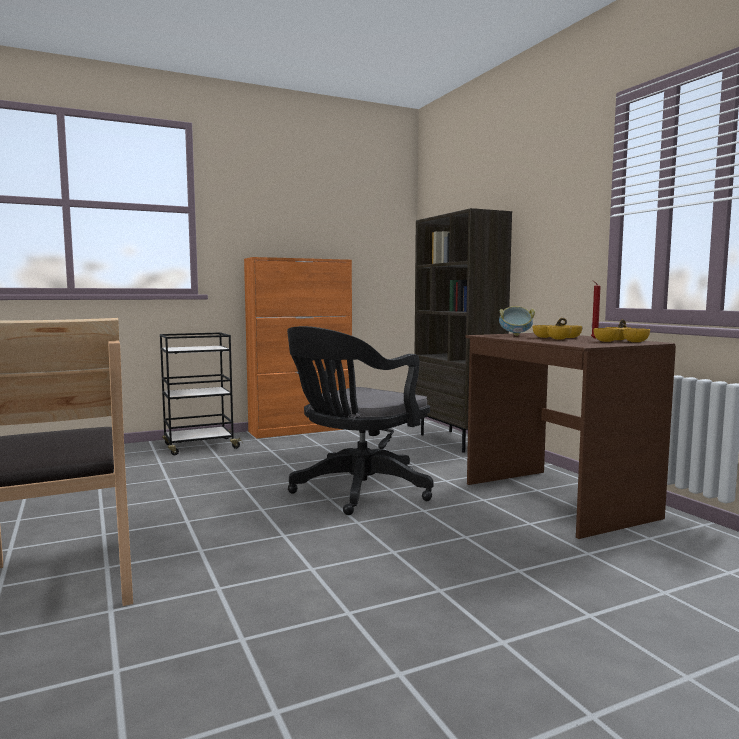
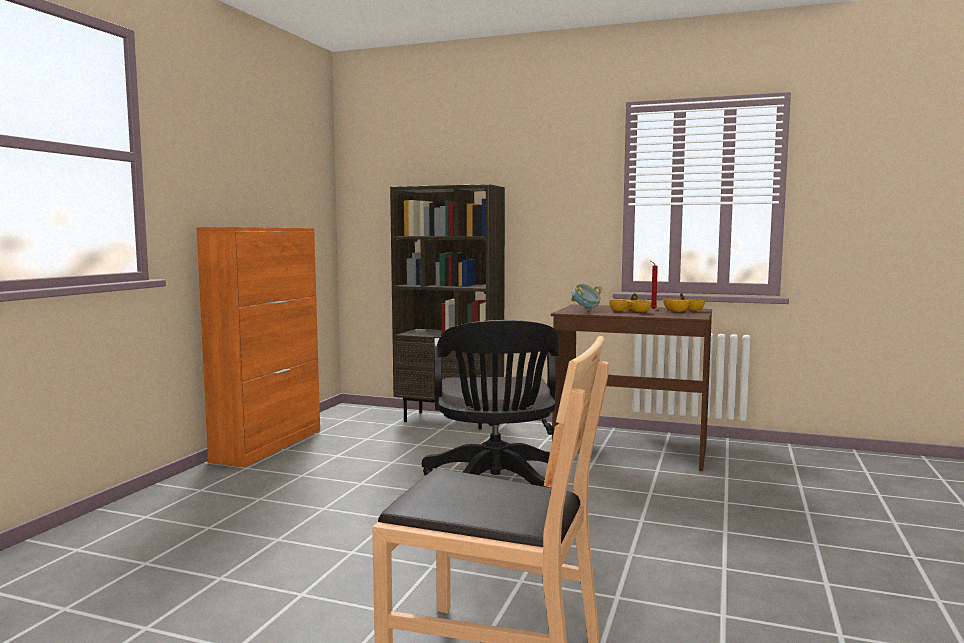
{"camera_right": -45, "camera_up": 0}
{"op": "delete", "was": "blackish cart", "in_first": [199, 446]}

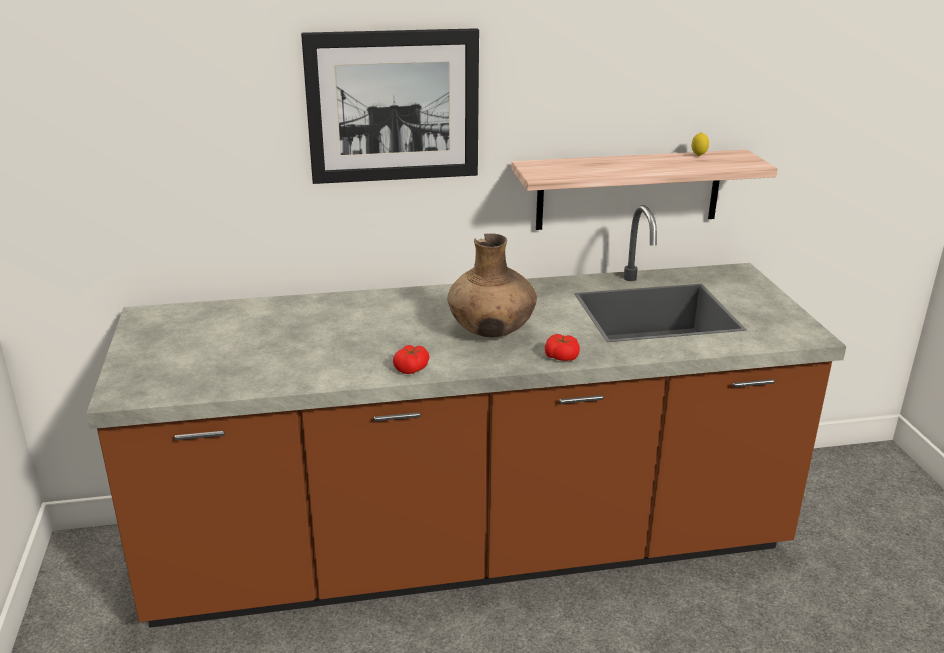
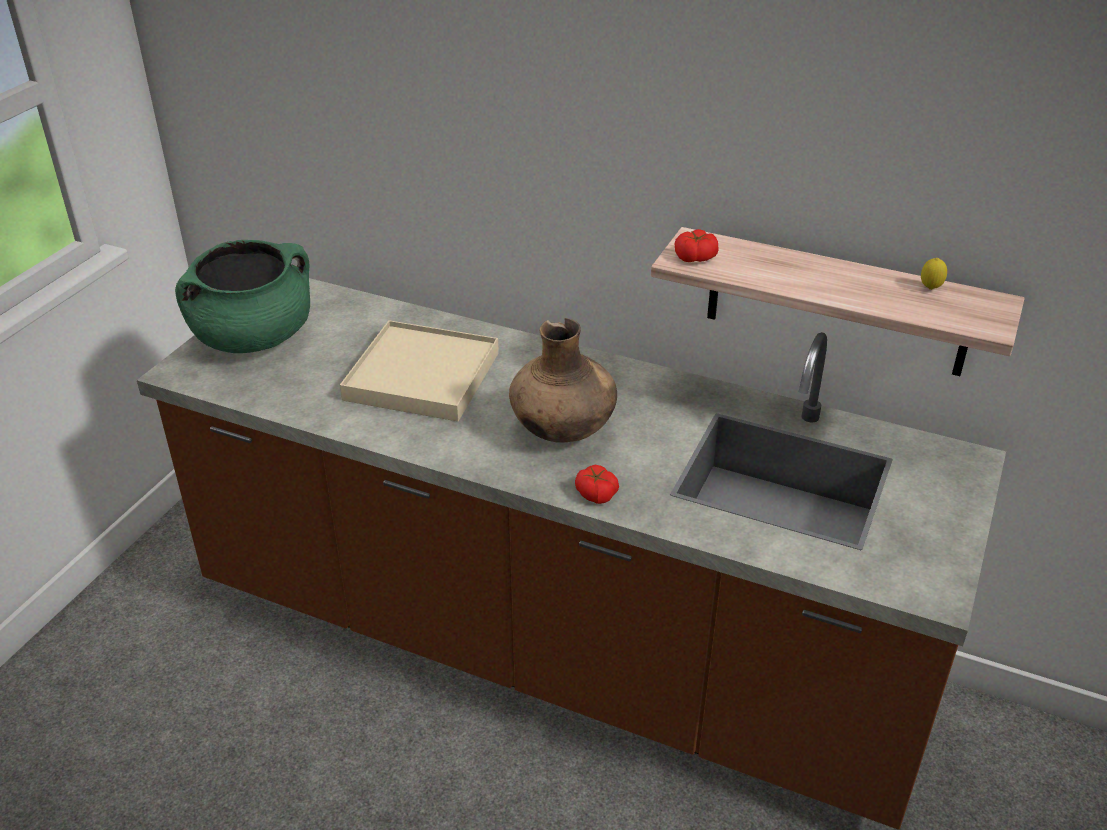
{"camera_right": 35, "camera_up": 10}
{"op": "delete", "was": "wall art", "in_first": [393, 106]}
{"op": "move", "was": "fresh tomato", "in_first": [411, 368], "in_second": [695, 257]}
{"op": "insert", "now": "green saucepot", "in_second": [254, 337]}
{"op": "insert", "now": "sand-coloured carrying tray", "in_second": [423, 376]}

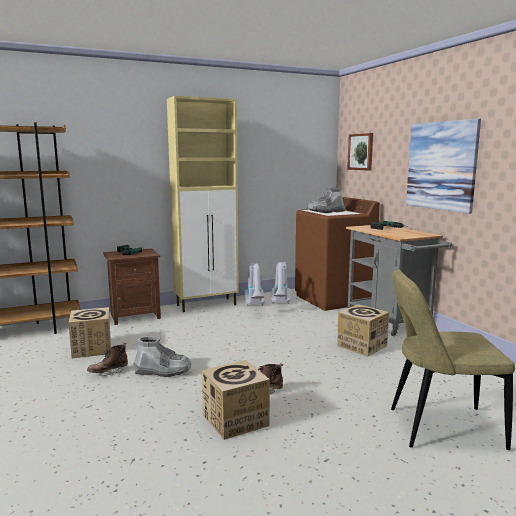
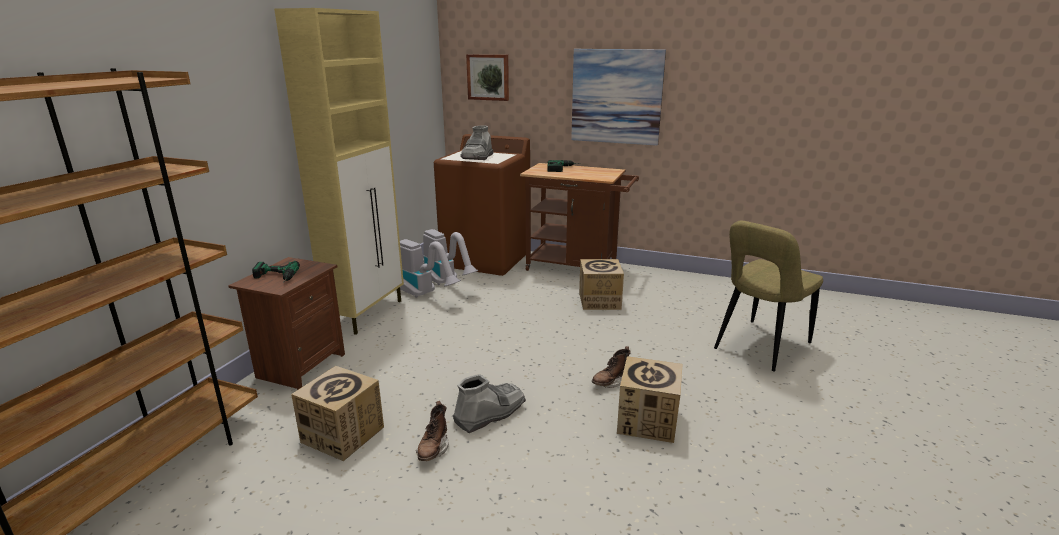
{"camera_right": -45, "camera_up": 10}
{"op": "recolor", "was": "gray cart", "now": "brown cart", "in_first": [390, 322], "in_second": [577, 268]}

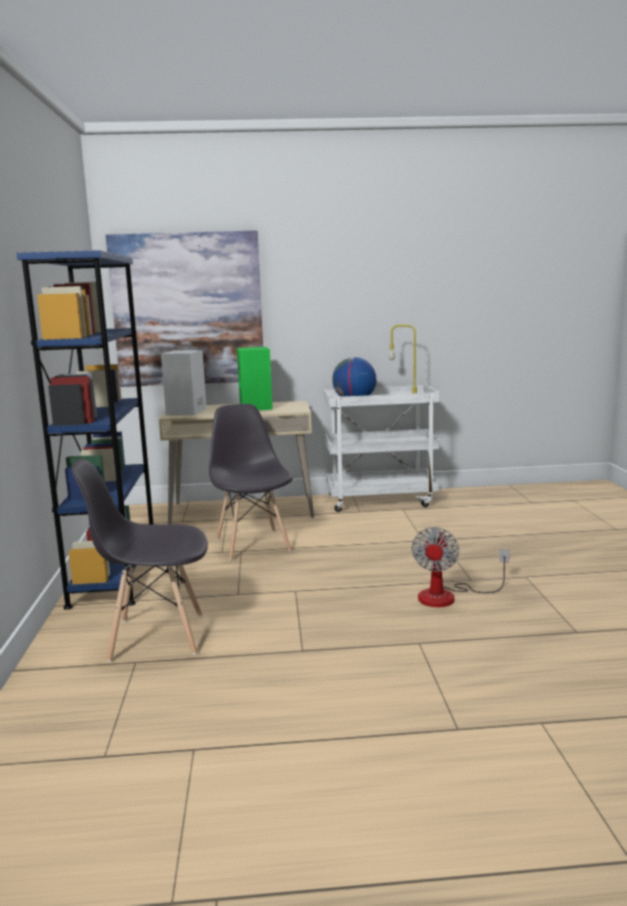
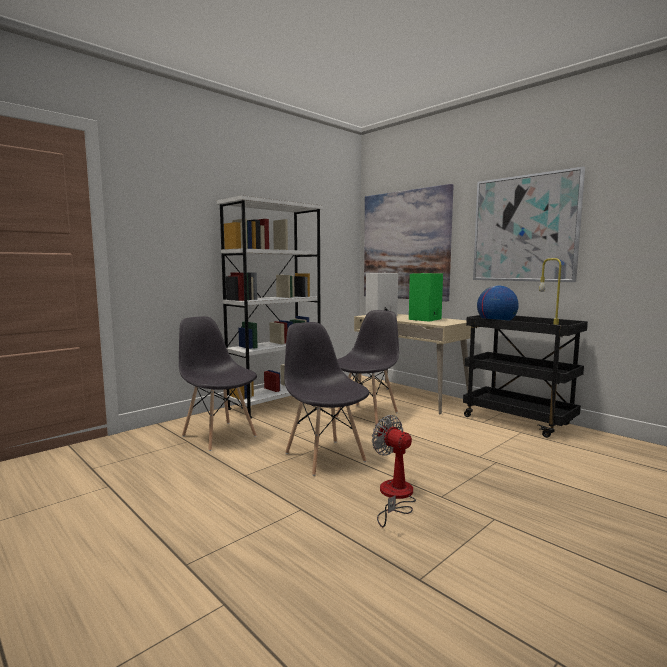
{"camera_right": 50, "camera_up": -5}
{"op": "recolor", "was": "bluish shelving unit", "now": "white shelving unit", "in_first": [115, 575], "in_second": [275, 403]}
{"op": "recolor", "was": "white cart", "now": "blackish cart", "in_first": [381, 500], "in_second": [519, 421]}
{"op": "rotate", "was": "fan", "in_first": [448, 596], "in_second": [395, 496], "clockwise": 75}
{"op": "insert", "now": "gray upright chair", "in_second": [324, 456]}
{"op": "insert", "now": "wall art", "in_second": [524, 229]}

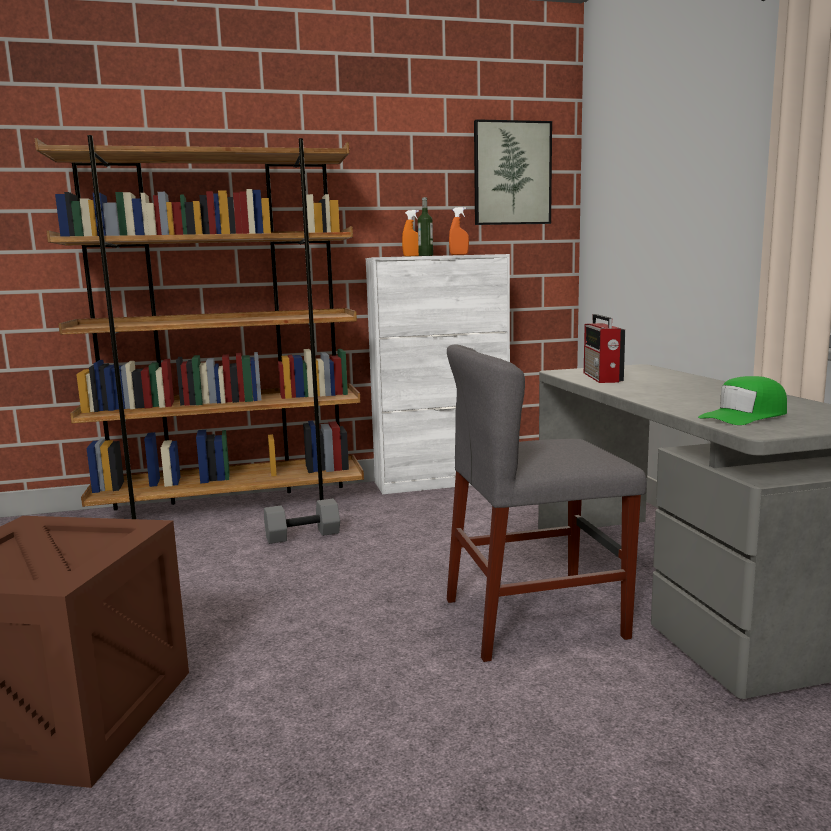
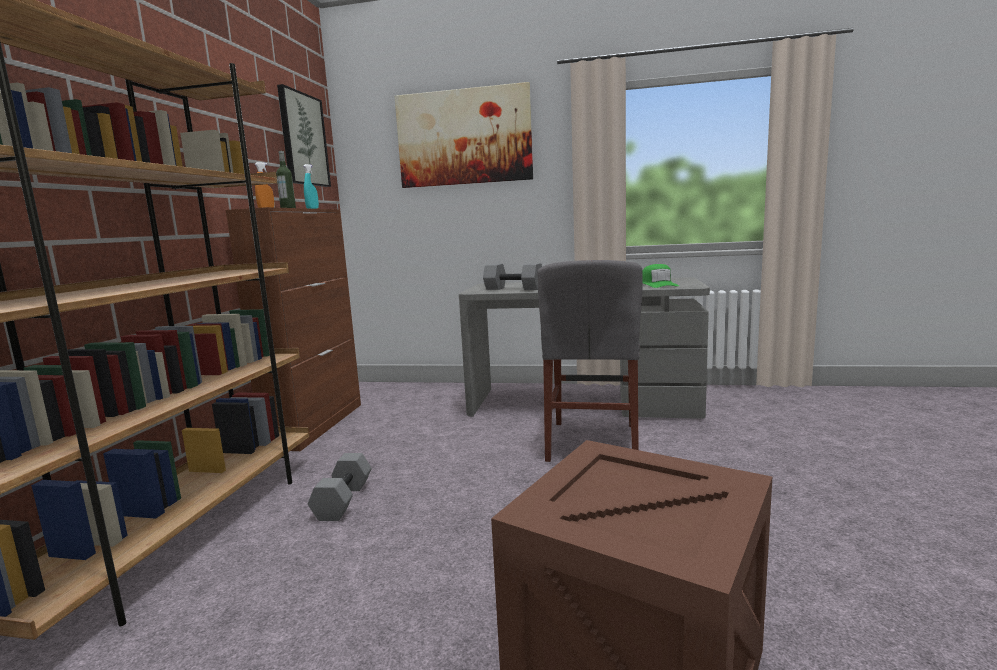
{"camera_right": -65, "camera_up": 0}
{"op": "recolor", "was": "white cabinet", "now": "brown cabinet", "in_first": [442, 482], "in_second": [316, 425]}
{"op": "recolor", "was": "orange hand sprayer", "now": "turquoise hand sprayer", "in_first": [459, 254], "in_second": [312, 208]}
{"op": "replace", "was": "radio", "now": "gray dumbbell", "in_first": [602, 377], "in_second": [514, 289]}
{"op": "insert", "now": "wall art", "in_second": [464, 137]}

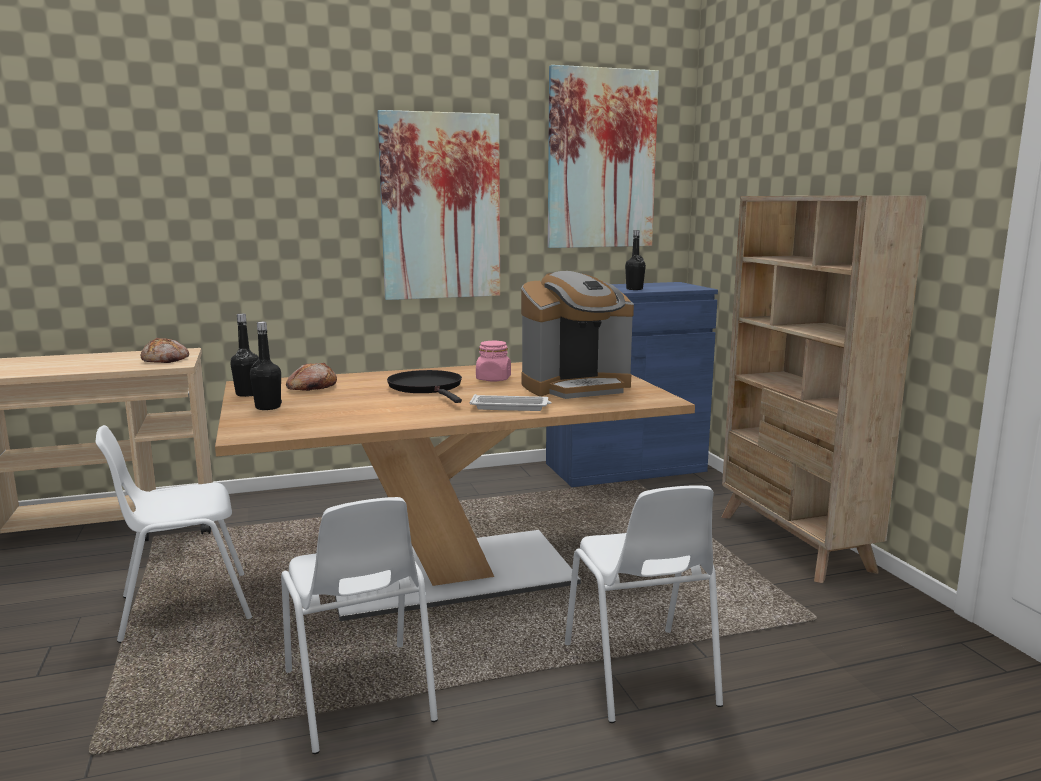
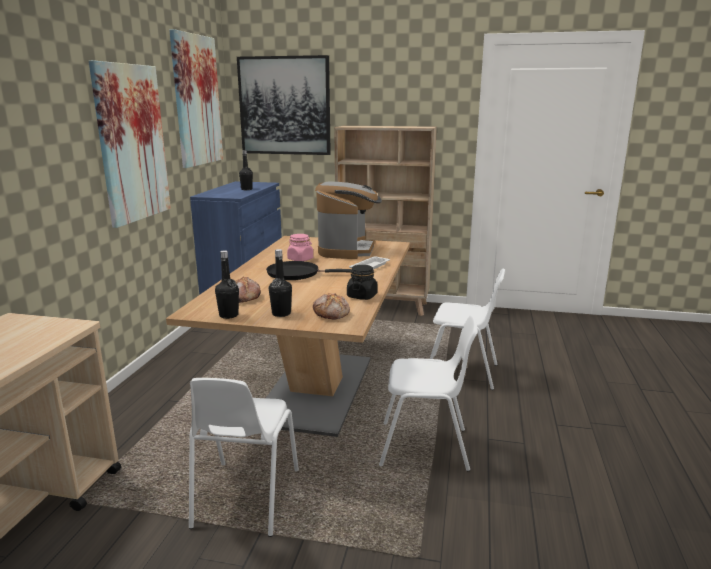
{"camera_right": -60, "camera_up": 5}
{"op": "move", "was": "baked bread", "in_first": [166, 360], "in_second": [332, 313]}
{"op": "insert", "now": "wall art", "in_second": [284, 106]}
{"op": "insert", "now": "blackish storage jar", "in_second": [362, 296]}

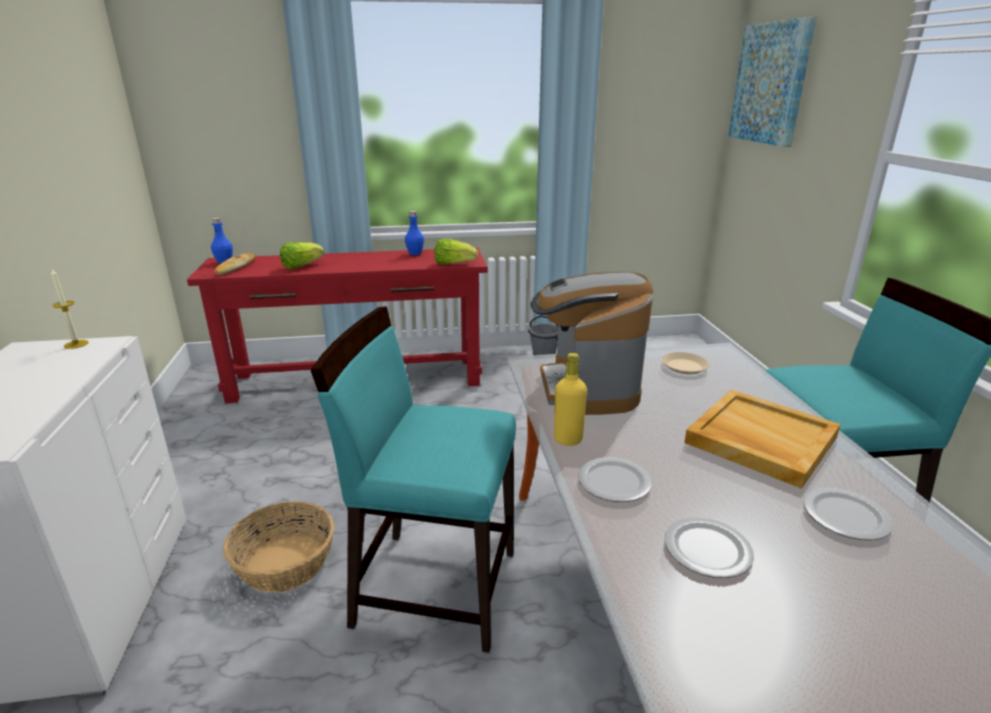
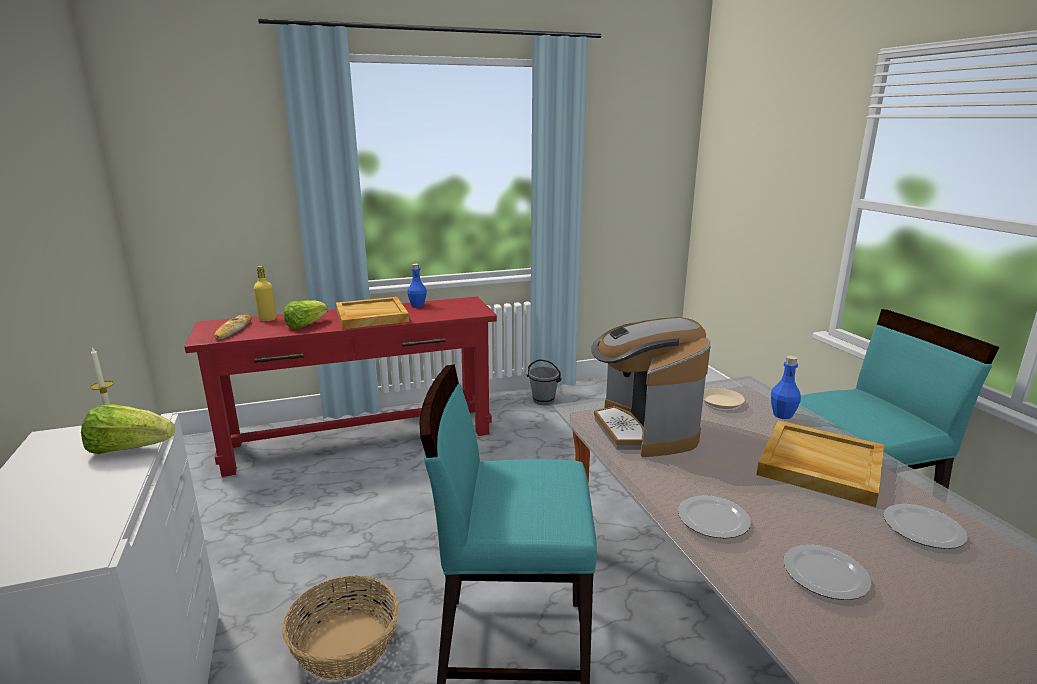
{"camera_right": -10, "camera_up": -5}
{"op": "move", "was": "bluish drink bottle", "in_first": [224, 262], "in_second": [782, 415]}
{"op": "move", "was": "lettuce", "in_first": [453, 264], "in_second": [129, 449]}
{"op": "move", "was": "yellow drink bottle", "in_first": [568, 440], "in_second": [267, 319]}
{"op": "delete", "was": "wall art", "in_first": [770, 83]}
{"op": "insert", "now": "sand-coloured carrying tray", "in_second": [371, 316]}

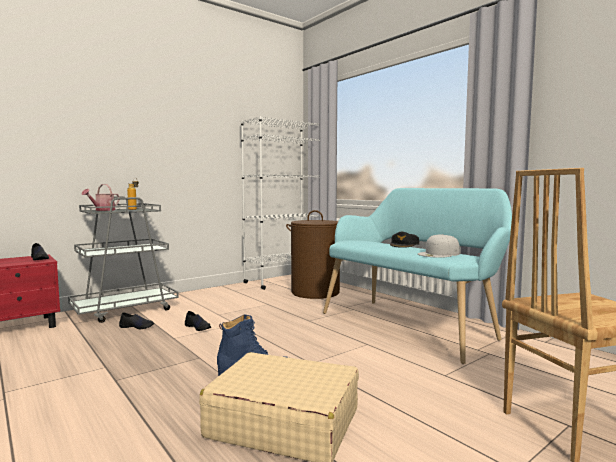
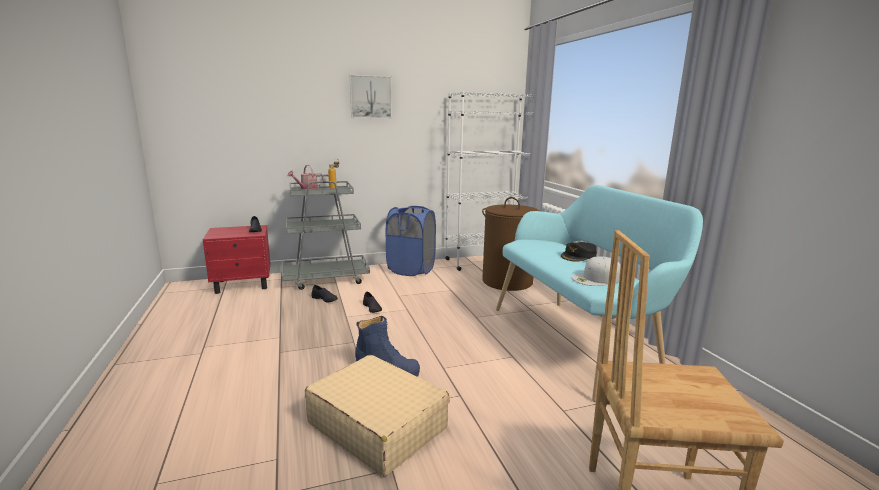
{"camera_right": 20, "camera_up": 10}
{"op": "insert", "now": "wall art", "in_second": [370, 97]}
{"op": "insert", "now": "bluish washing basket", "in_second": [411, 270]}

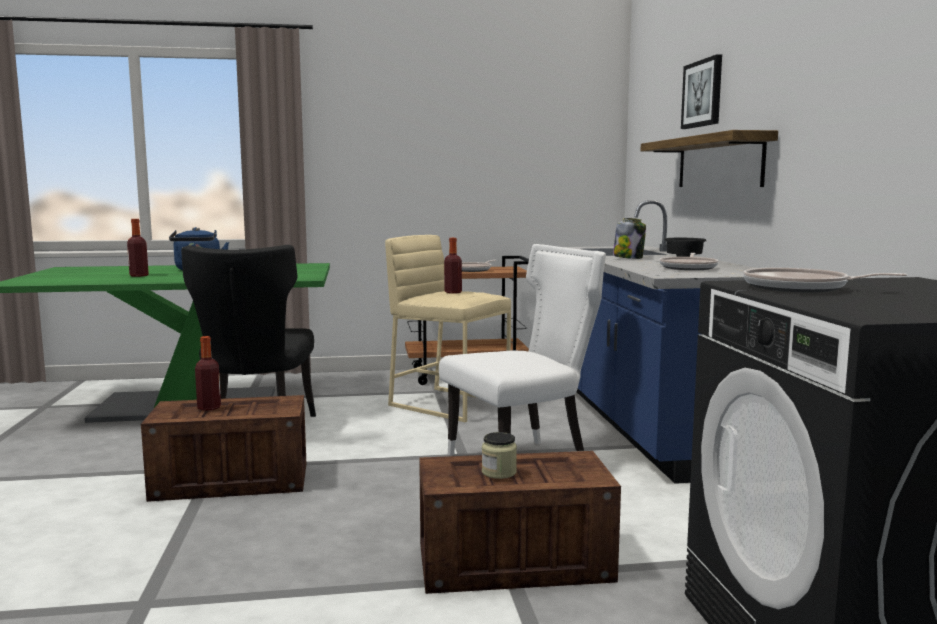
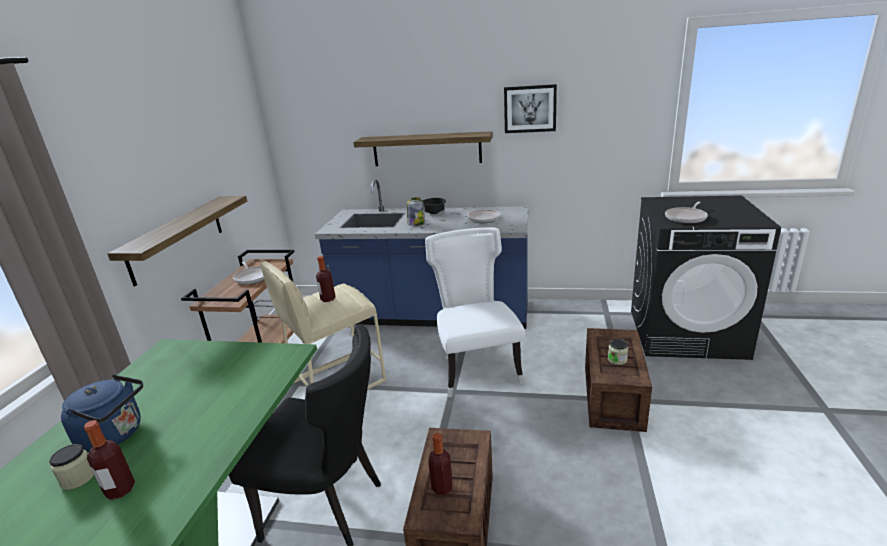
{"camera_right": -70, "camera_up": 15}
{"op": "move", "was": "wall art", "in_first": [703, 93], "in_second": [530, 109]}
{"op": "insert", "now": "storage jar", "in_second": [78, 478]}
{"op": "insert", "now": "bracket shelf", "in_second": [177, 238]}

